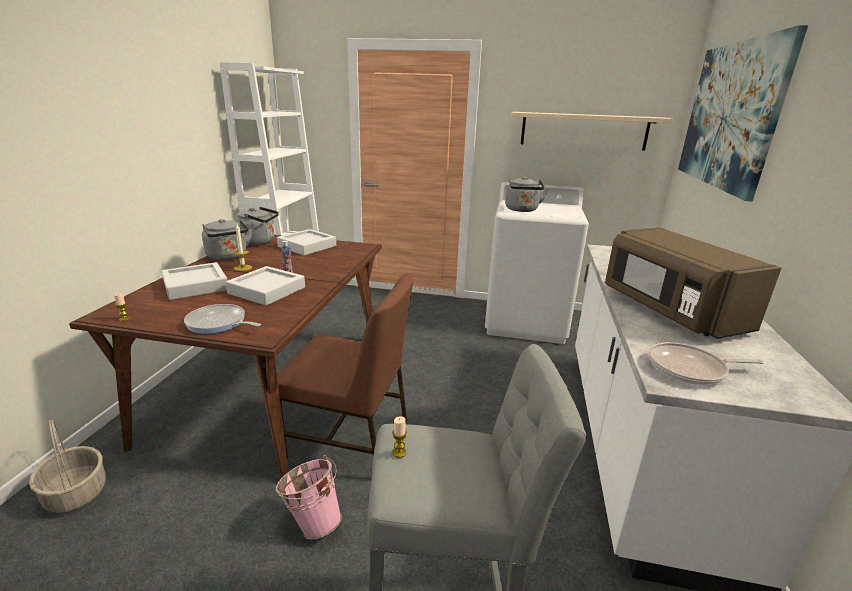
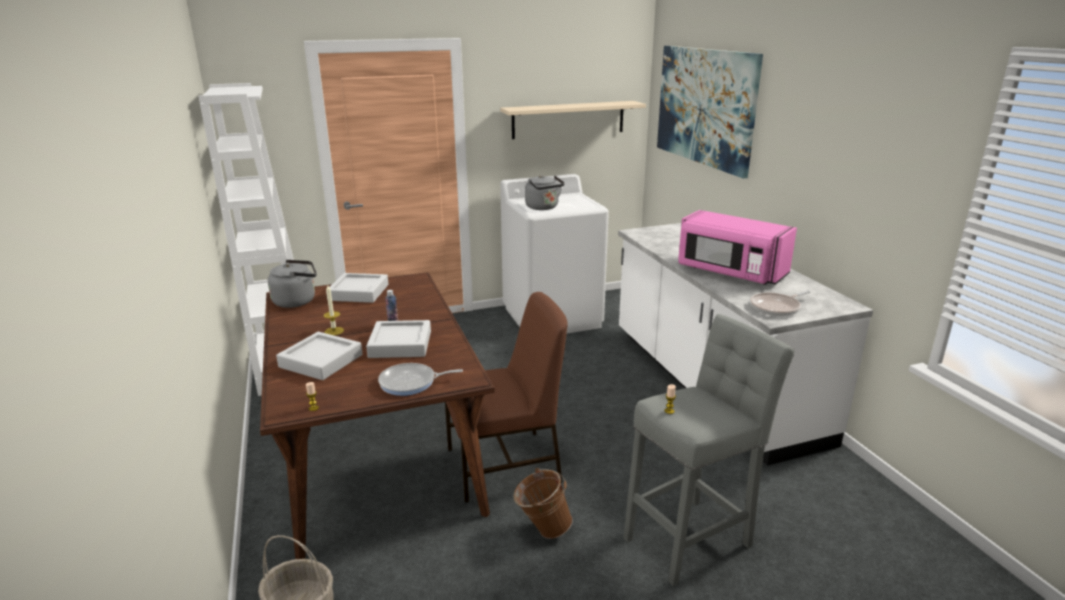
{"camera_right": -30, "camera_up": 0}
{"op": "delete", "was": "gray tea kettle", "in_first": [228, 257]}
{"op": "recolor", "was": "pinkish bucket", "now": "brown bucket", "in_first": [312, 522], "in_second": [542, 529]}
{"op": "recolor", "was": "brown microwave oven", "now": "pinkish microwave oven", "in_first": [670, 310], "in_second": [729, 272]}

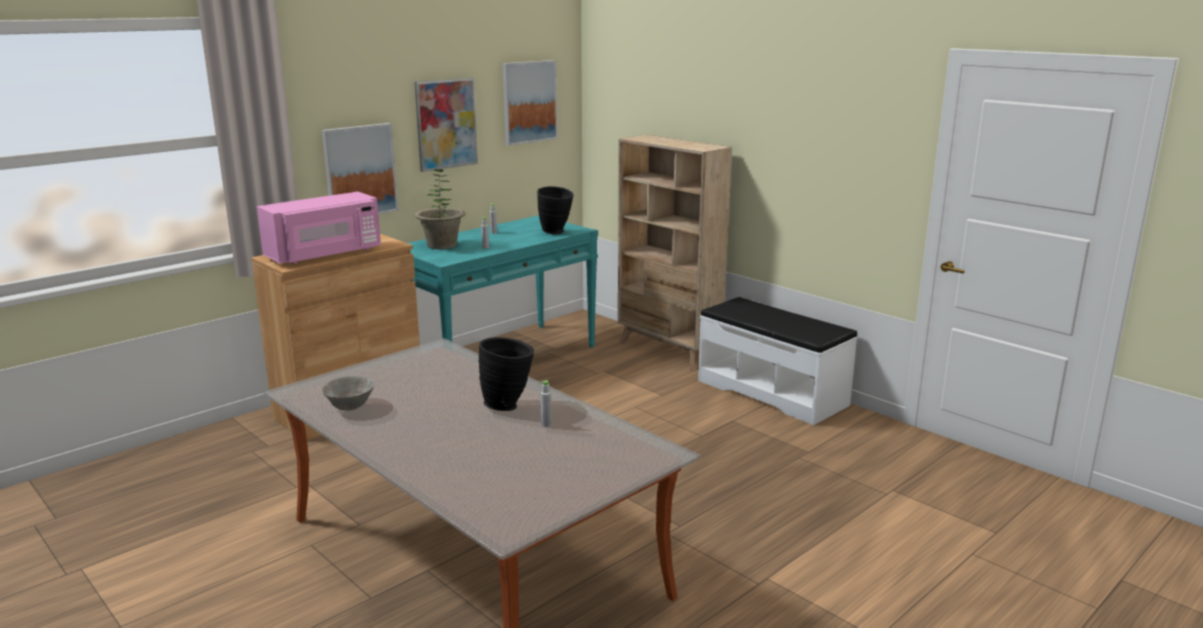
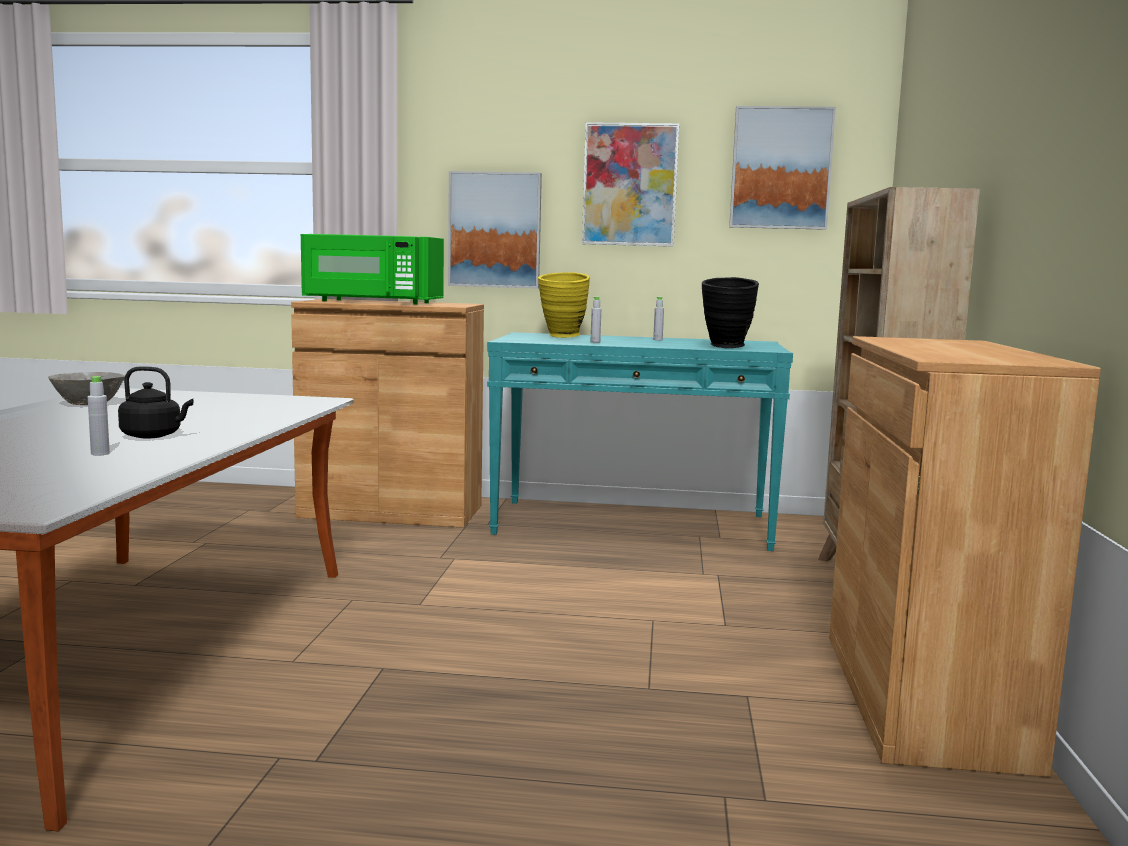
{"camera_right": 50, "camera_up": -10}
{"op": "recolor", "was": "pinkish microwave oven", "now": "green microwave oven", "in_first": [325, 254], "in_second": [371, 302]}
{"op": "replace", "was": "potted plant", "now": "yellow flower vase", "in_first": [442, 245], "in_second": [563, 337]}
{"op": "replace", "was": "blackish flower vase", "now": "blackish tea kettle", "in_first": [508, 405], "in_second": [154, 436]}
{"op": "replace", "was": "white long seat", "now": "brown cabinet", "in_first": [772, 392], "in_second": [923, 697]}

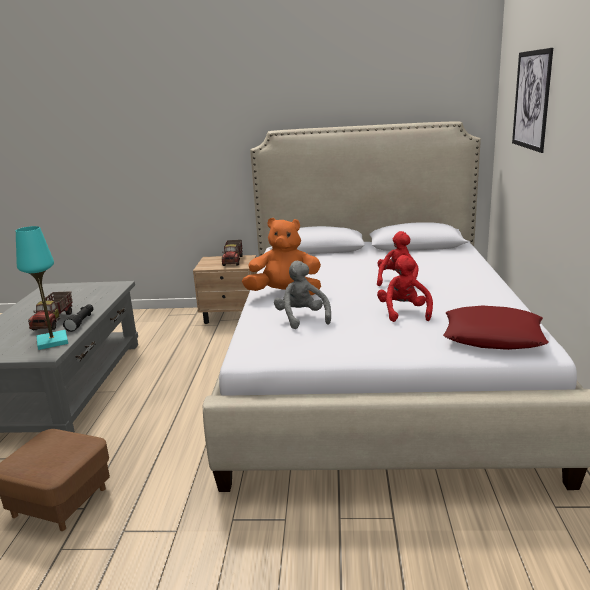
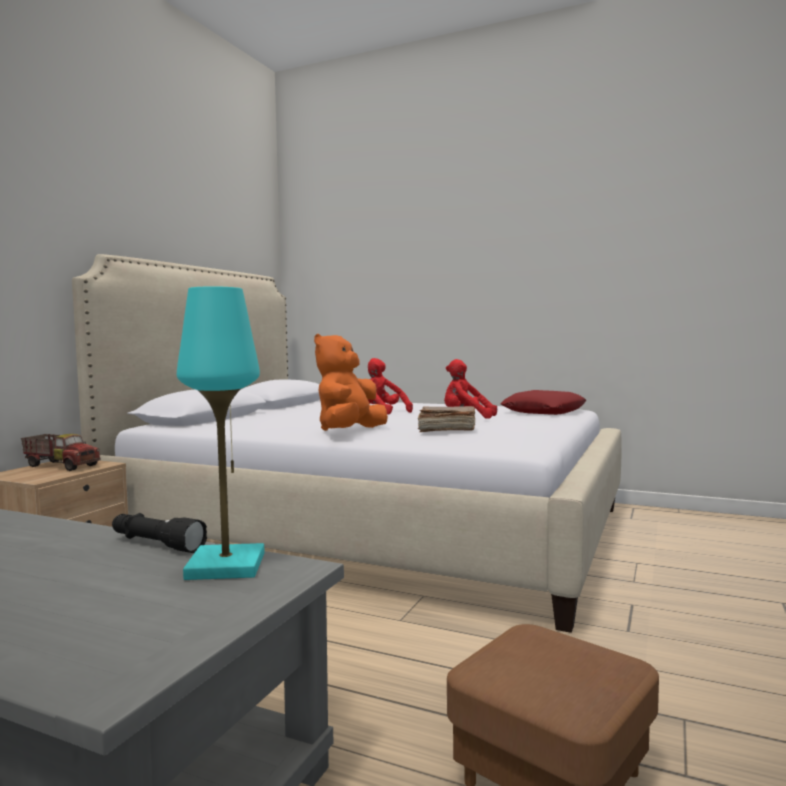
{"camera_right": -70, "camera_up": -15}
{"op": "delete", "was": "toy truck", "in_first": [54, 321]}
{"op": "replace", "was": "gray plush toy", "now": "brown book", "in_first": [302, 318], "in_second": [446, 430]}
{"op": "delete", "was": "wall art", "in_first": [531, 100]}

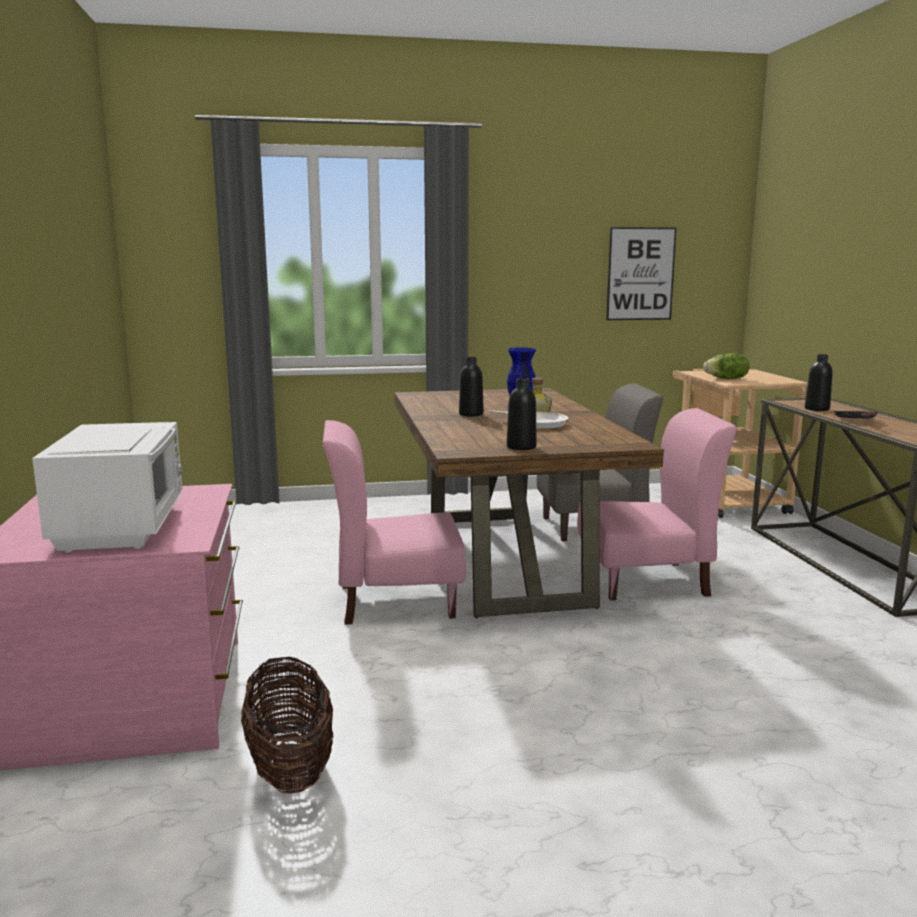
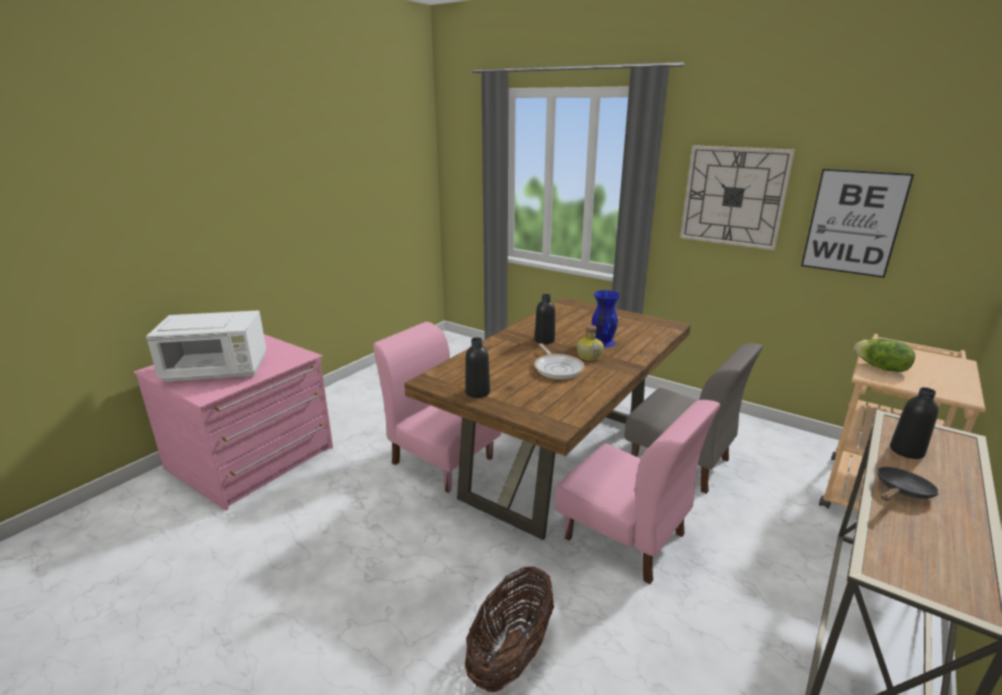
{"camera_right": 45, "camera_up": 10}
{"op": "rotate", "was": "white microwave oven", "in_first": [123, 526], "in_second": [217, 371], "clockwise": 45}
{"op": "move", "was": "storage basket", "in_first": [290, 768], "in_second": [511, 654]}
{"op": "insert", "now": "wall clock", "in_second": [733, 196]}

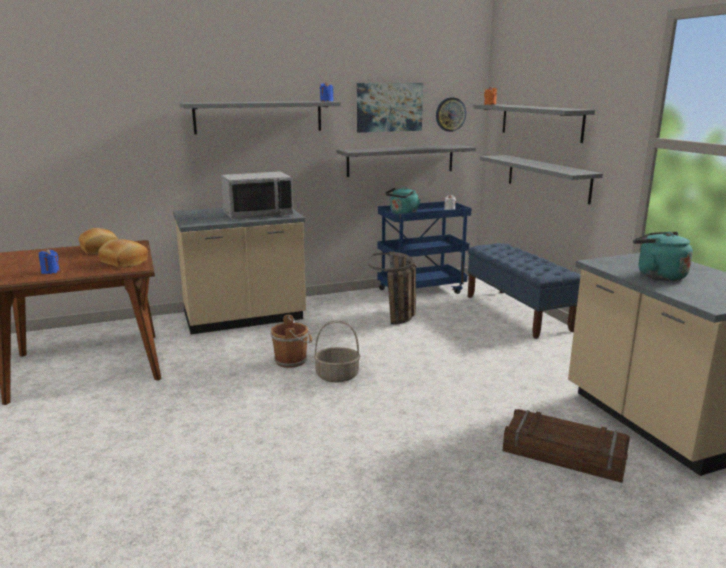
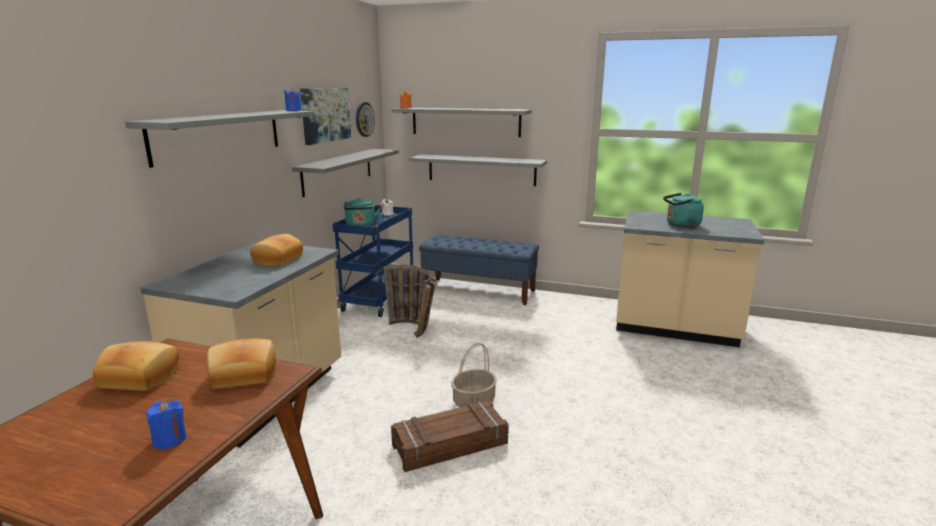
{"camera_right": -50, "camera_up": 0}
{"op": "replace", "was": "gray microwave oven", "now": "baked bread", "in_first": [258, 214], "in_second": [277, 260]}
{"op": "delete", "was": "brown bucket", "in_first": [292, 360]}
{"op": "move", "was": "packing crate", "in_first": [564, 454], "in_second": [449, 444]}

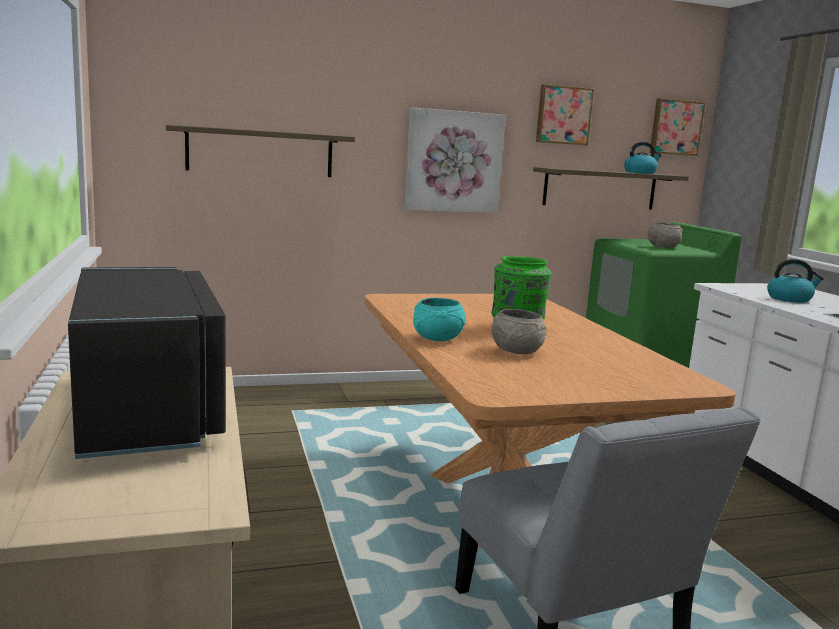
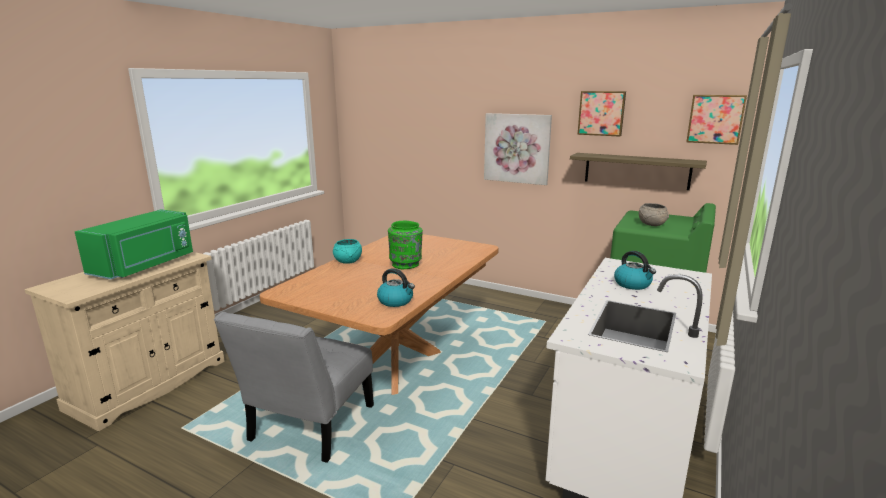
{"camera_right": 45, "camera_up": 5}
{"op": "recolor", "was": "blackish microwave oven", "now": "green microwave oven", "in_first": [150, 410], "in_second": [146, 265]}
{"op": "delete", "was": "bracket shelf", "in_first": [260, 152]}
{"op": "delete", "was": "gray deep dish", "in_first": [515, 351]}
{"op": "move", "was": "tea kettle", "in_first": [640, 172], "in_second": [396, 301]}

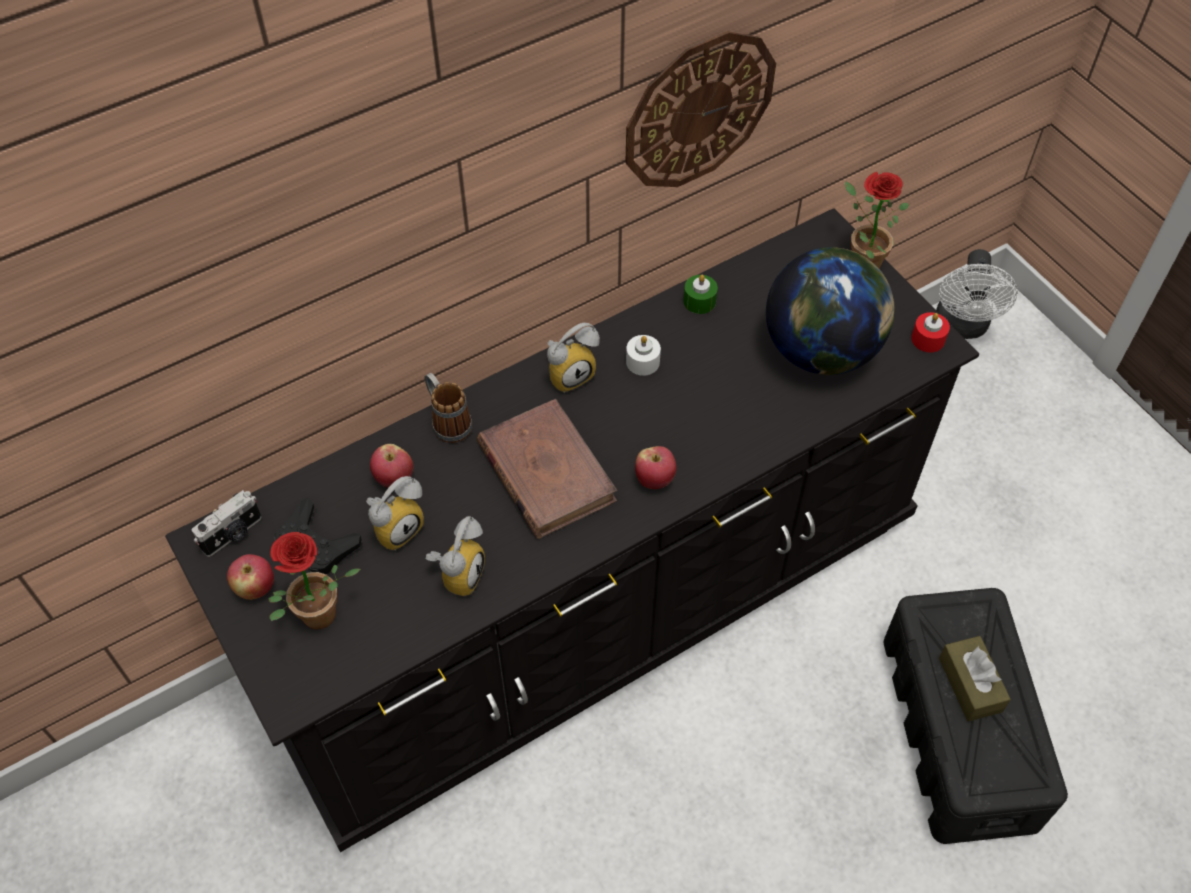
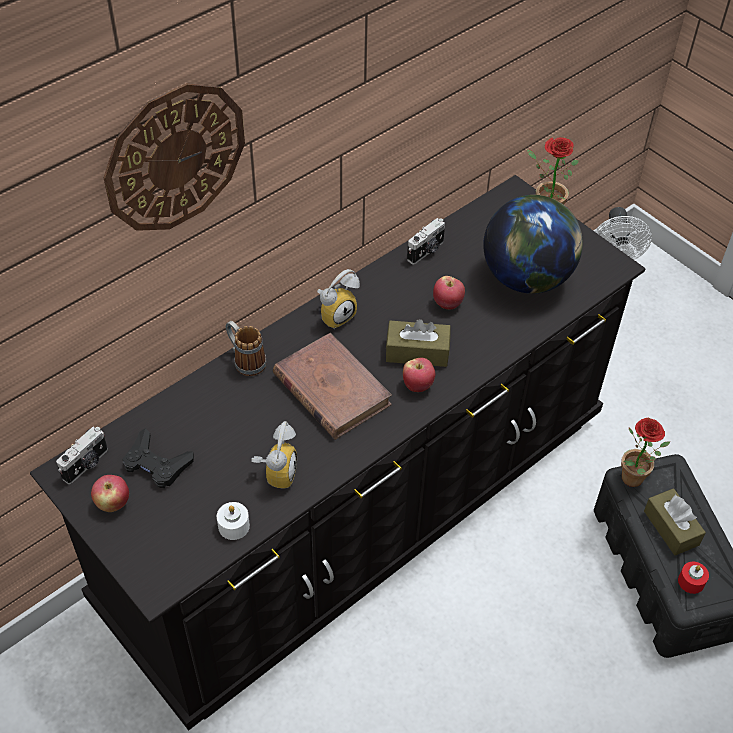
{"camera_right": -10, "camera_up": -5}
{"op": "move", "was": "potted plant", "in_first": [318, 621], "in_second": [633, 482]}
{"op": "delete", "was": "table clock", "in_first": [397, 526]}
{"op": "move", "was": "apple", "in_first": [394, 478], "in_second": [448, 304]}
{"op": "move", "was": "wall clock", "in_first": [698, 110], "in_second": [175, 157]}
{"op": "move", "was": "white candle", "in_first": [642, 362], "in_second": [234, 526]}
{"op": "replace", "was": "green candle", "now": "still camera", "in_first": [699, 301], "in_second": [426, 251]}
{"op": "move", "was": "red-coloured candle", "in_first": [928, 339], "in_second": [691, 581]}
{"op": "insert", "now": "brown tissue box", "in_second": [417, 352]}

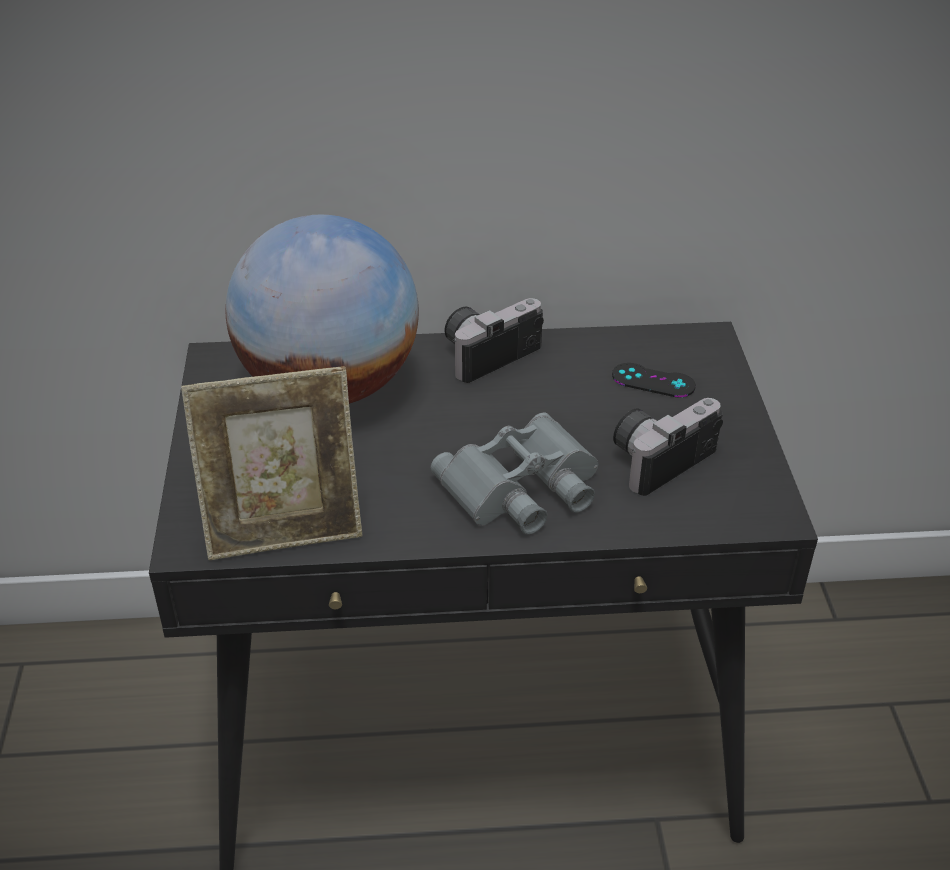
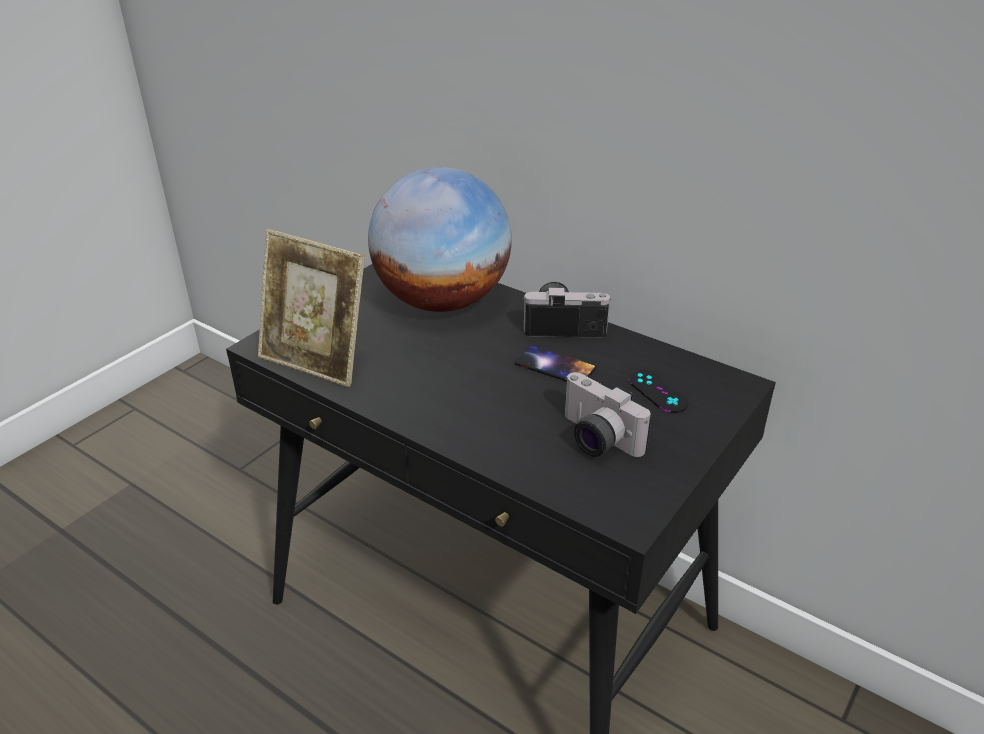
{"camera_right": 40, "camera_up": -5}
{"op": "delete", "was": "gray field glasses", "in_first": [523, 488]}
{"op": "rotate", "was": "still camera", "in_first": [659, 457], "in_second": [594, 439], "clockwise": -135}
{"op": "insert", "now": "phone", "in_second": [555, 366]}

